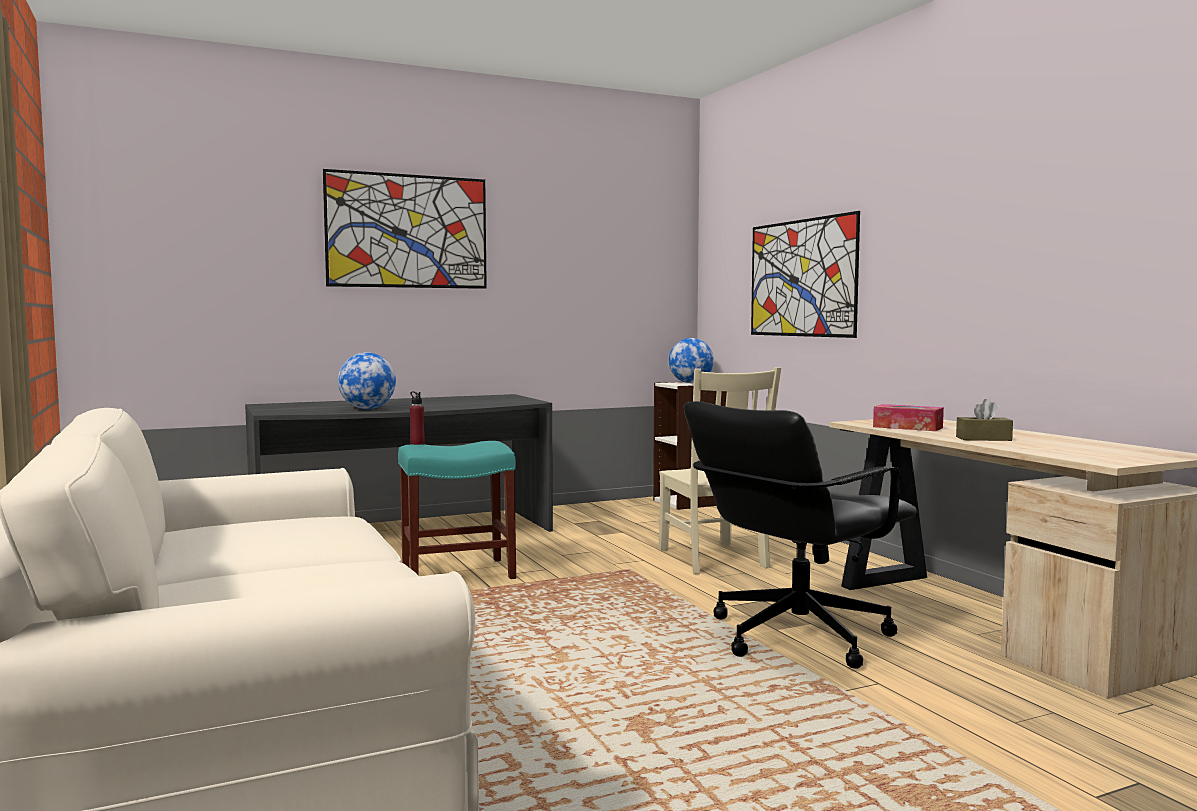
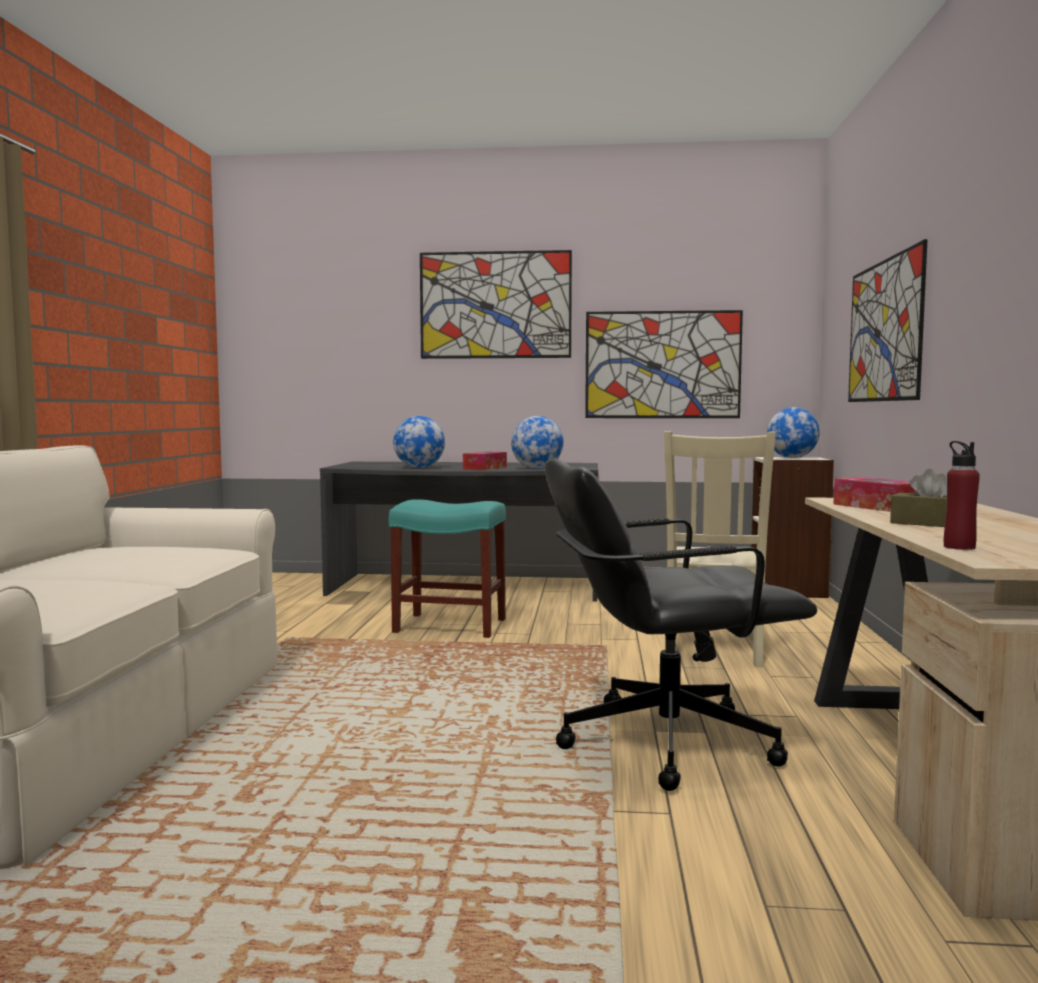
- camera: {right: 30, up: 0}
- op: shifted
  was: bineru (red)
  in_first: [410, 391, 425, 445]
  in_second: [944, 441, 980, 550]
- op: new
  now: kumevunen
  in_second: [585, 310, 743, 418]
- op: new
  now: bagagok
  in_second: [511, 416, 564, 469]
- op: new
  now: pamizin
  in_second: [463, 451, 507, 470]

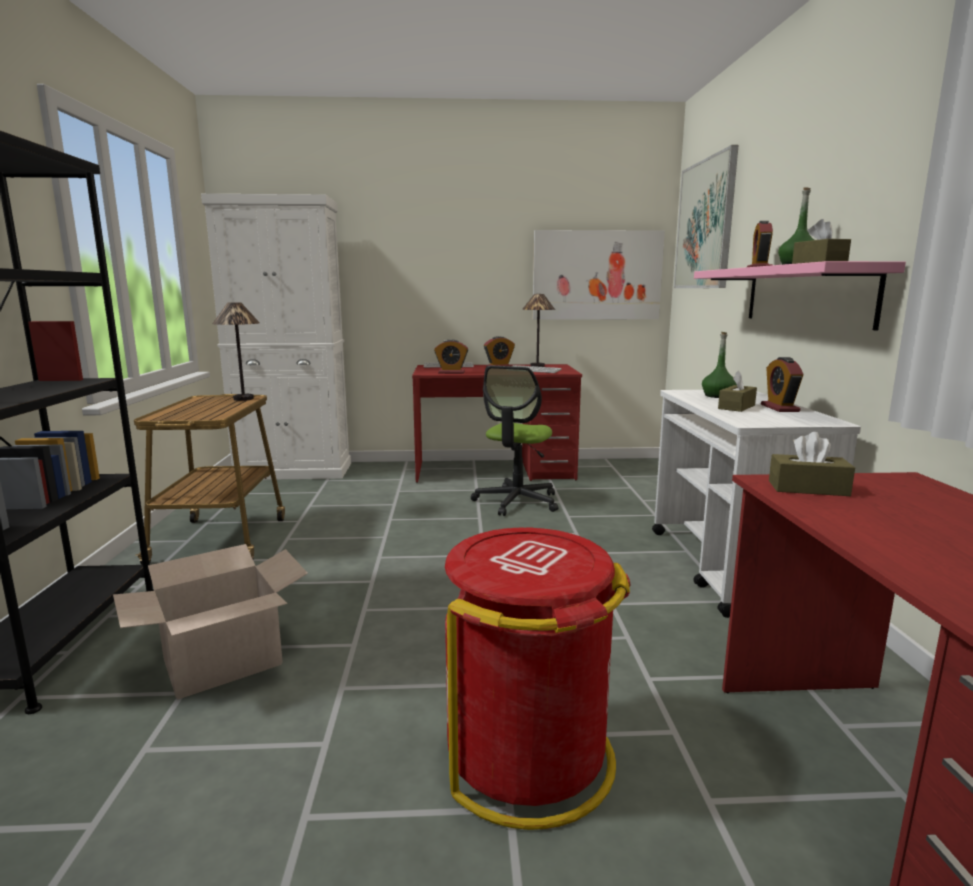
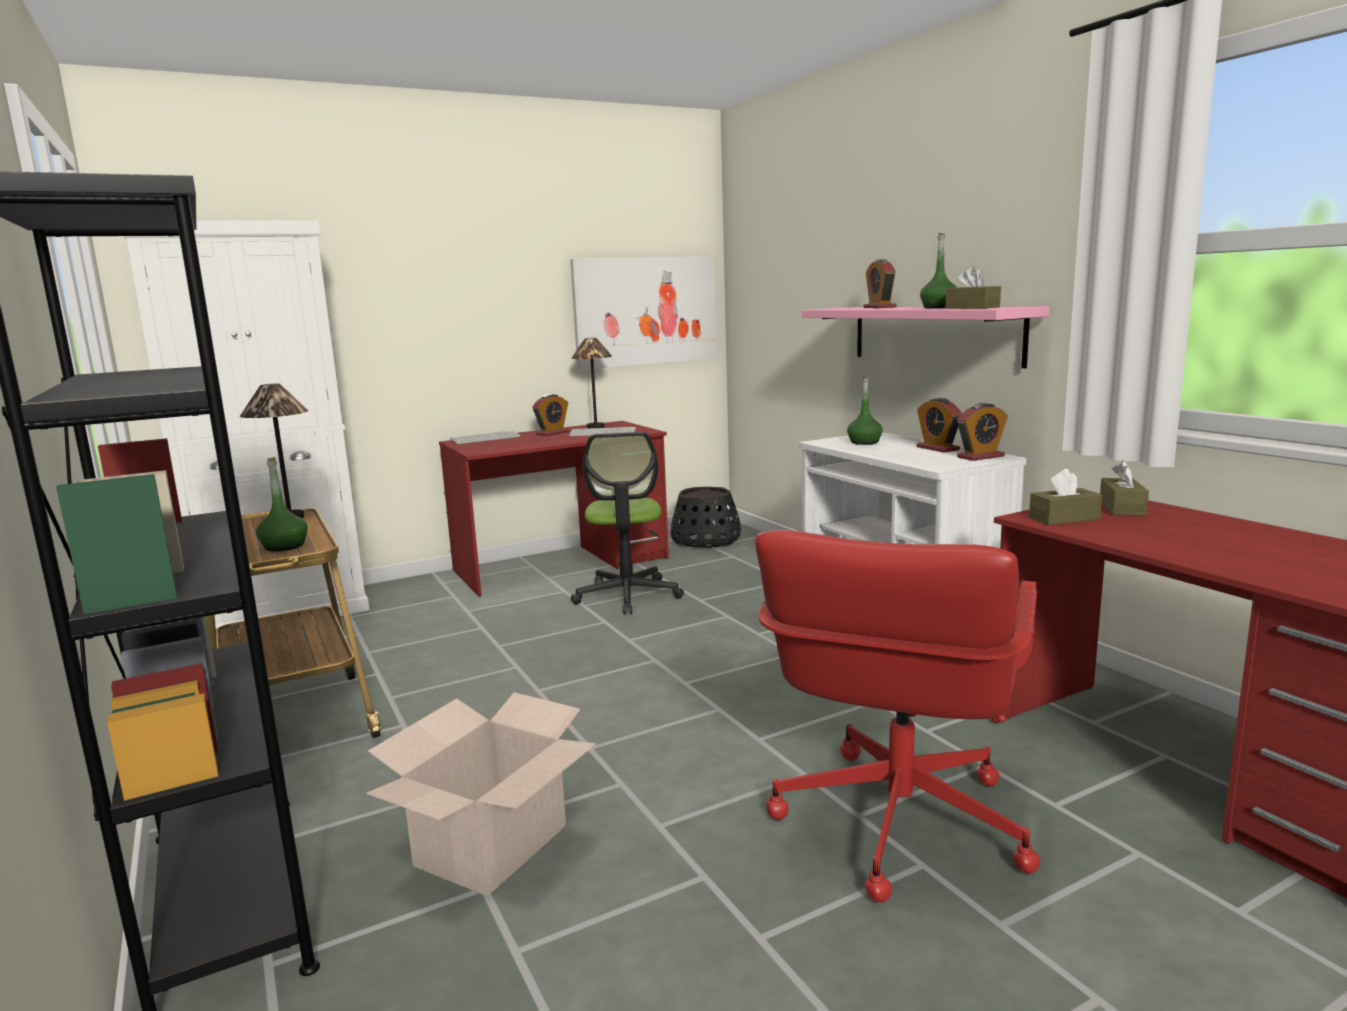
- camera: {right: -25, up: 0}
- op: gone
  was: kumevunen
  in_first: [674, 145, 739, 288]
- op: shifted
  was: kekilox
  in_first: [434, 339, 468, 374]
  in_second: [957, 403, 1008, 461]
- op: shifted
  was: pamizin (brown)
  in_first: [718, 370, 757, 412]
  in_second: [1100, 460, 1149, 516]
- op: swapped
  was: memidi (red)
  now: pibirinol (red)
  in_first: [445, 528, 631, 830]
  in_second: [755, 530, 1040, 903]
- op: new
  now: bineru (green)
  in_second: [256, 457, 308, 552]
- op: new
  now: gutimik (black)
  in_second: [671, 487, 741, 548]

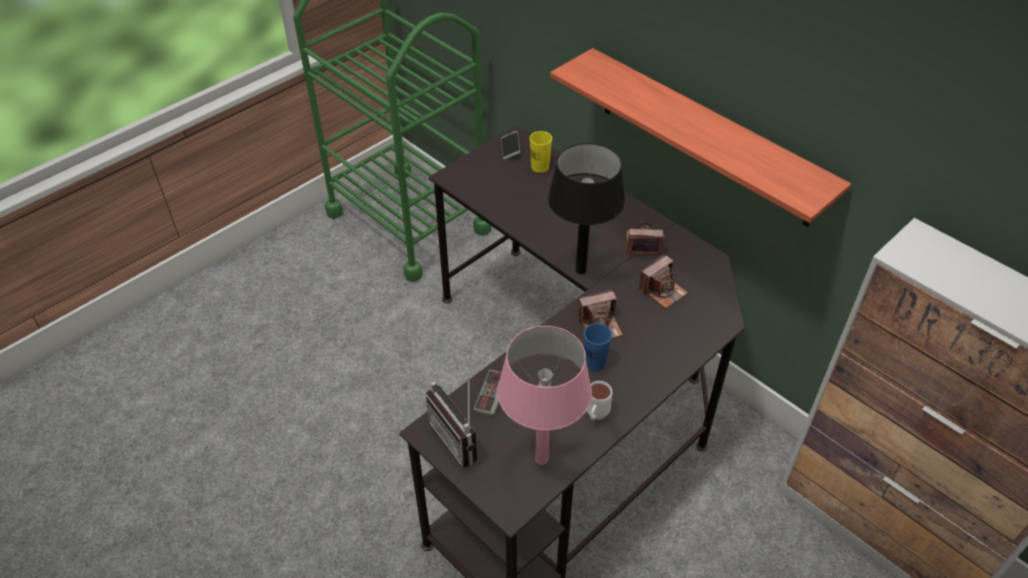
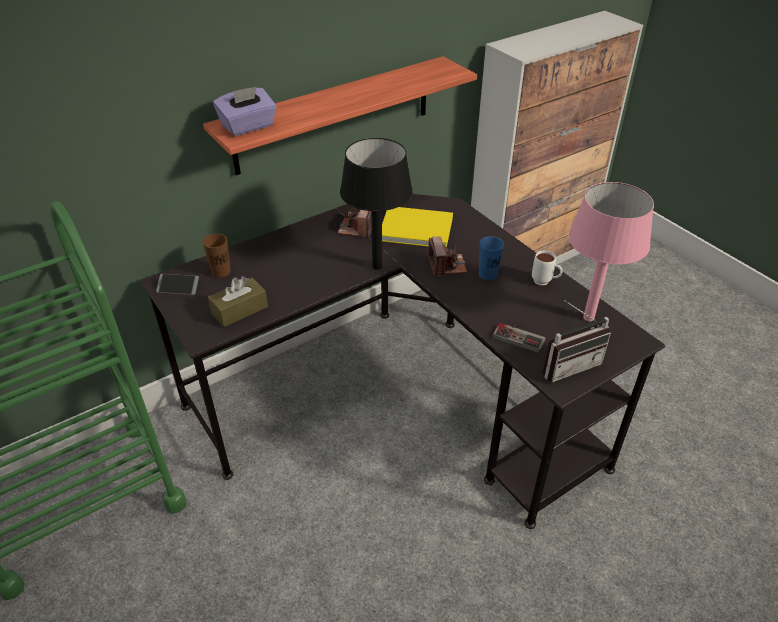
- camera: {right: -80, up: -5}
- op: repainted
  was: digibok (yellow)
  now: digibok (brown)
  in_first: [530, 131, 552, 173]
  in_second: [202, 234, 231, 277]
- op: swapped
  was: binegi
  now: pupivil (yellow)
  in_first: [639, 254, 688, 309]
  in_second: [382, 207, 453, 247]
- op: new
  now: pamizin (purple)
  in_second: [213, 87, 277, 136]
- op: new
  now: pamizin (brown)
  in_second: [208, 276, 268, 327]

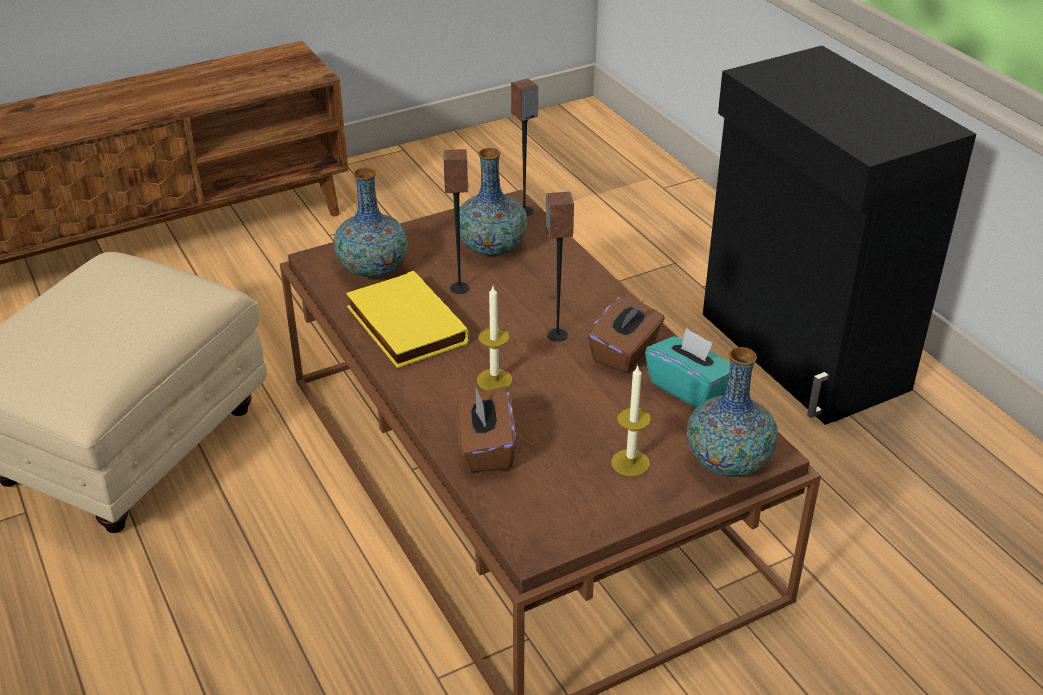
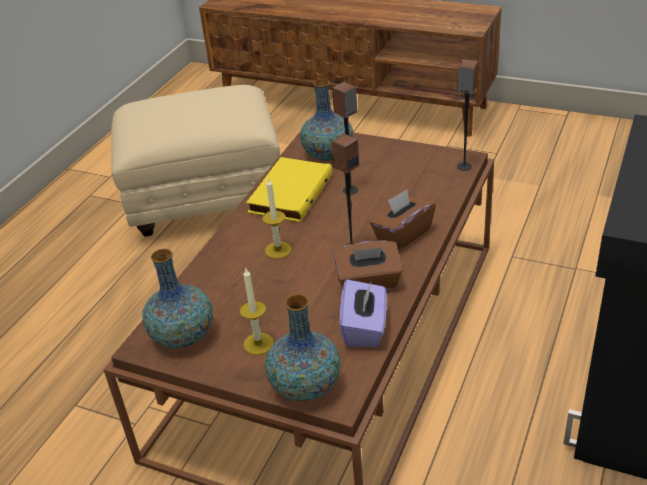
- camera: {right: 55, up: 0}
- op: shifted
  was: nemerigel
  in_first: [459, 148, 528, 256]
  in_second: [142, 249, 213, 348]
- op: repainted
  was: pamizin (turquoise)
  now: pamizin (purple)
  in_first: [645, 327, 730, 408]
  in_second: [339, 280, 387, 347]
- op: shifted
  was: pamizin (brown)
  in_first: [456, 386, 516, 472]
  in_second: [370, 189, 436, 250]

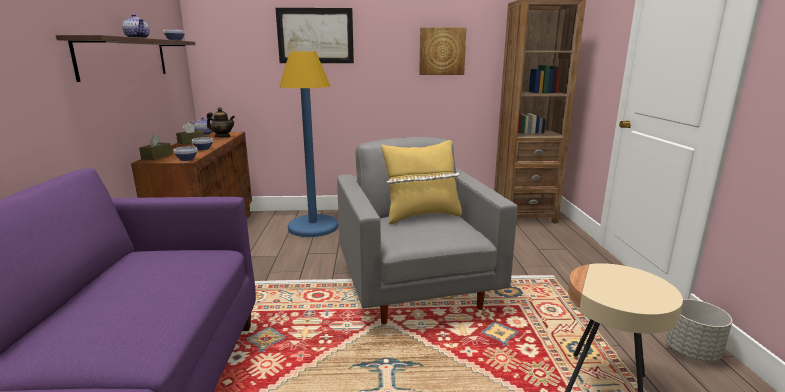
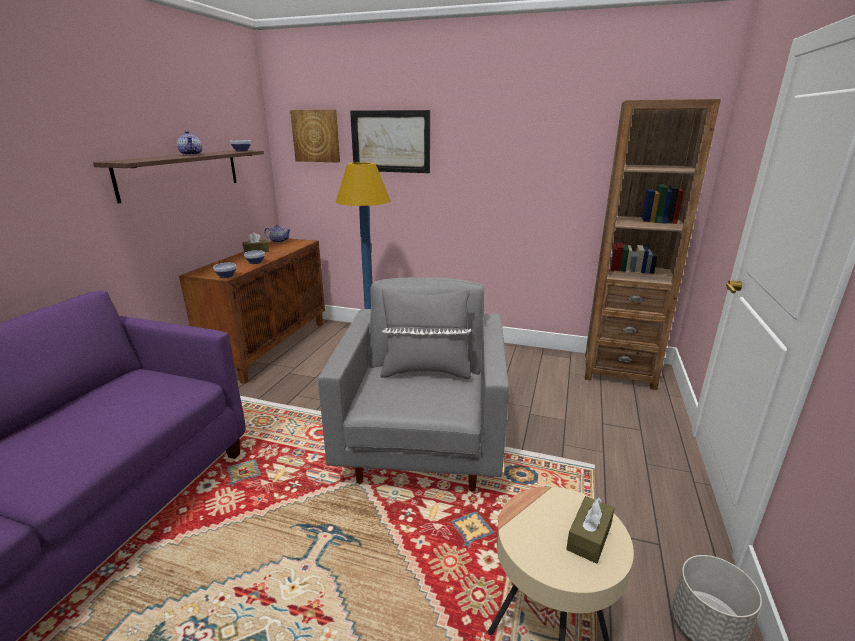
- camera: {right: 20, up: 5}
- op: shifted
  was: kumevunen
  in_first: [419, 28, 466, 75]
  in_second: [290, 110, 340, 162]
- op: gone
  was: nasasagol
  in_first: [207, 107, 235, 137]
- op: shifted
  was: pamizin (brown)
  in_first: [139, 134, 172, 160]
  in_second: [566, 496, 615, 564]
- op: repainted
  was: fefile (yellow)
  now: fefile (grey)
  in_first: [381, 140, 462, 224]
  in_second: [380, 288, 471, 379]

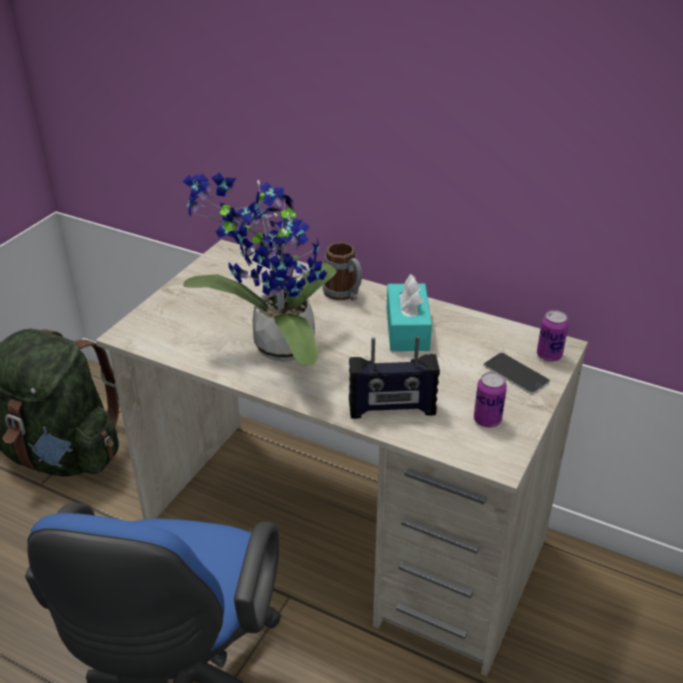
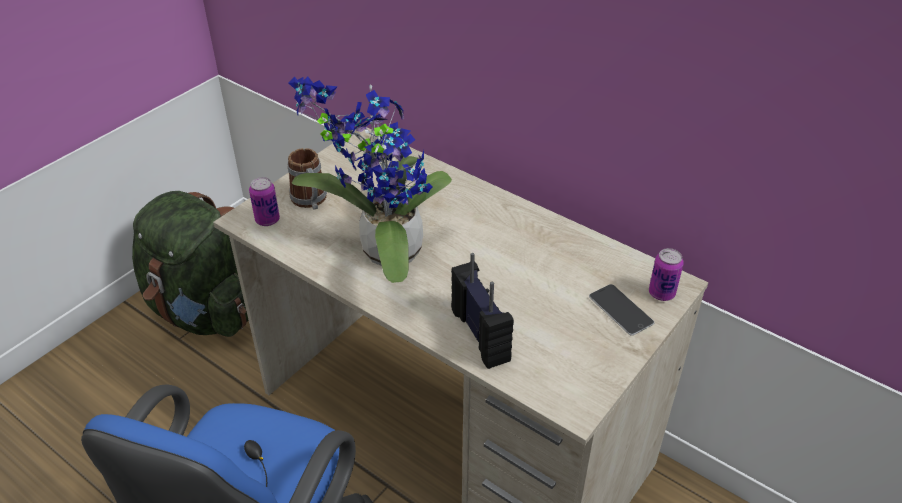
- camera: {right: 10, up: 5}
- op: shifted
  was: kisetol
  in_first: [323, 242, 362, 301]
  in_second: [288, 148, 327, 210]
- op: gone
  was: pamizin (turquoise)
  in_first: [387, 274, 432, 351]
- op: rotated
  was: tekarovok
  in_first: [349, 336, 440, 419]
  in_second: [451, 253, 514, 369]
  clockwise: -120
- op: shifted
  was: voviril
  in_first: [474, 372, 507, 428]
  in_second: [249, 177, 280, 226]

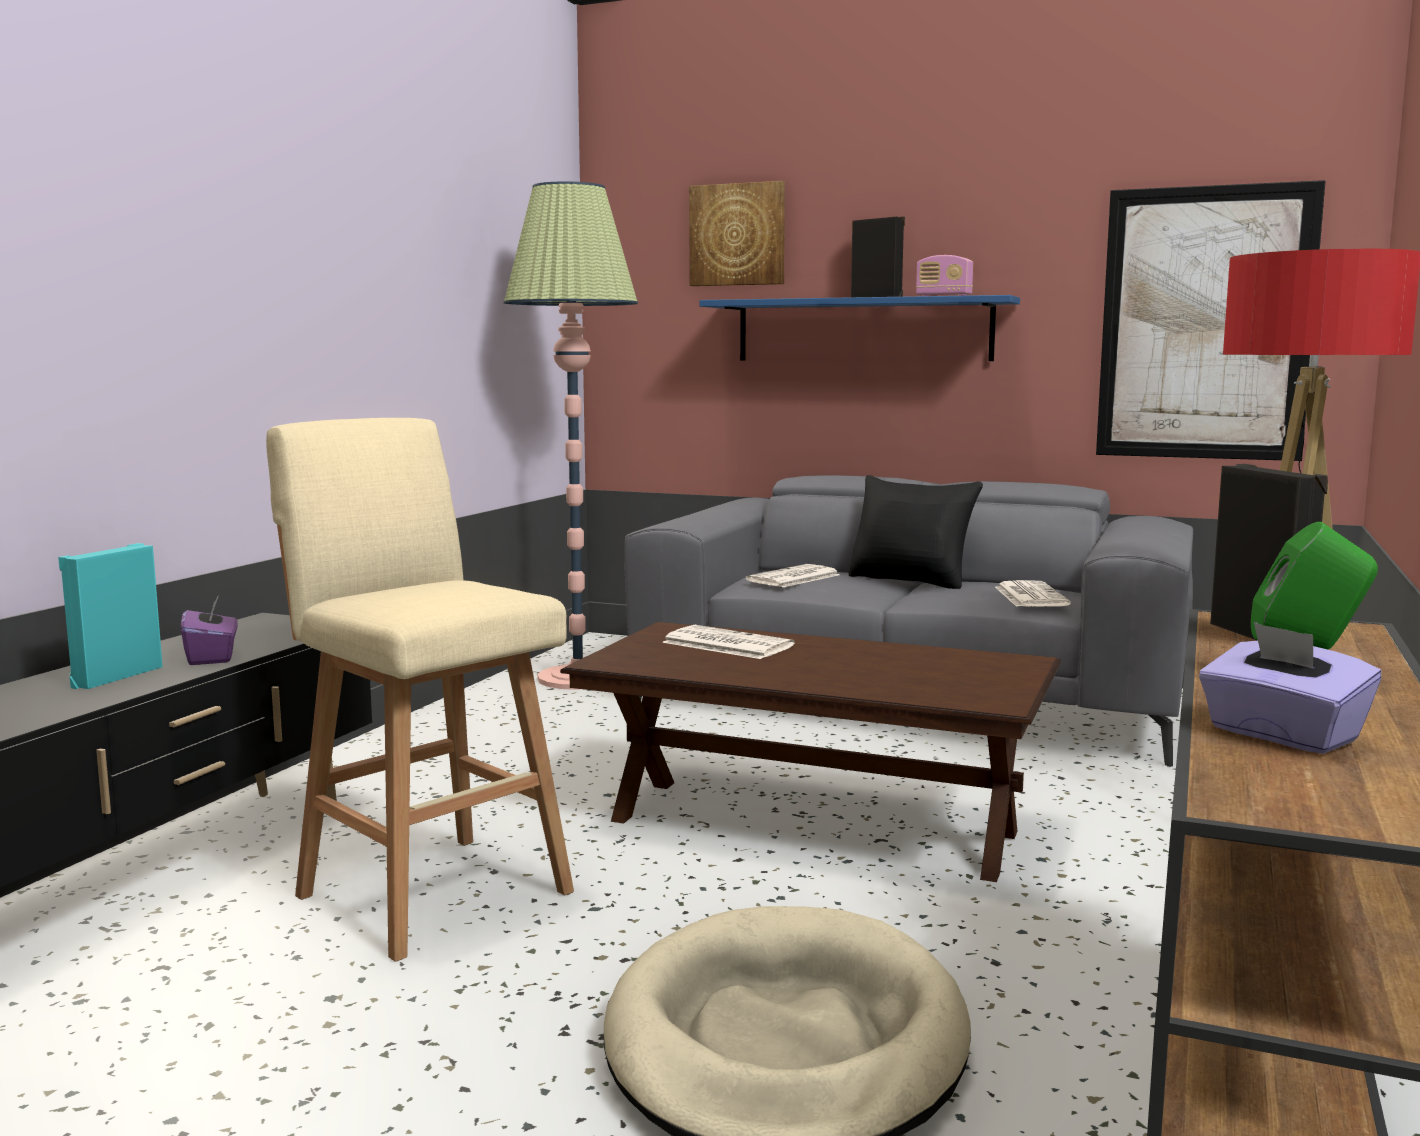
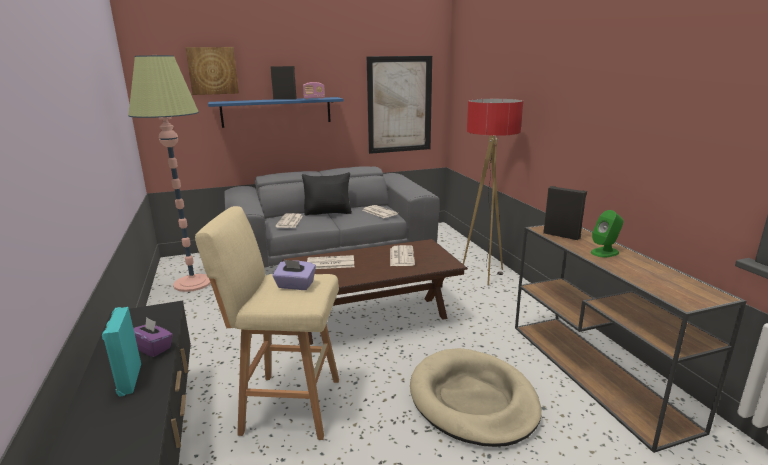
- camera: {right: -40, up: 10}
- op: shifted
  was: pamizin (purple)
  in_first: [1199, 622, 1381, 754]
  in_second: [273, 260, 316, 290]
- op: new
  now: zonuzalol
  in_second: [390, 245, 415, 266]

